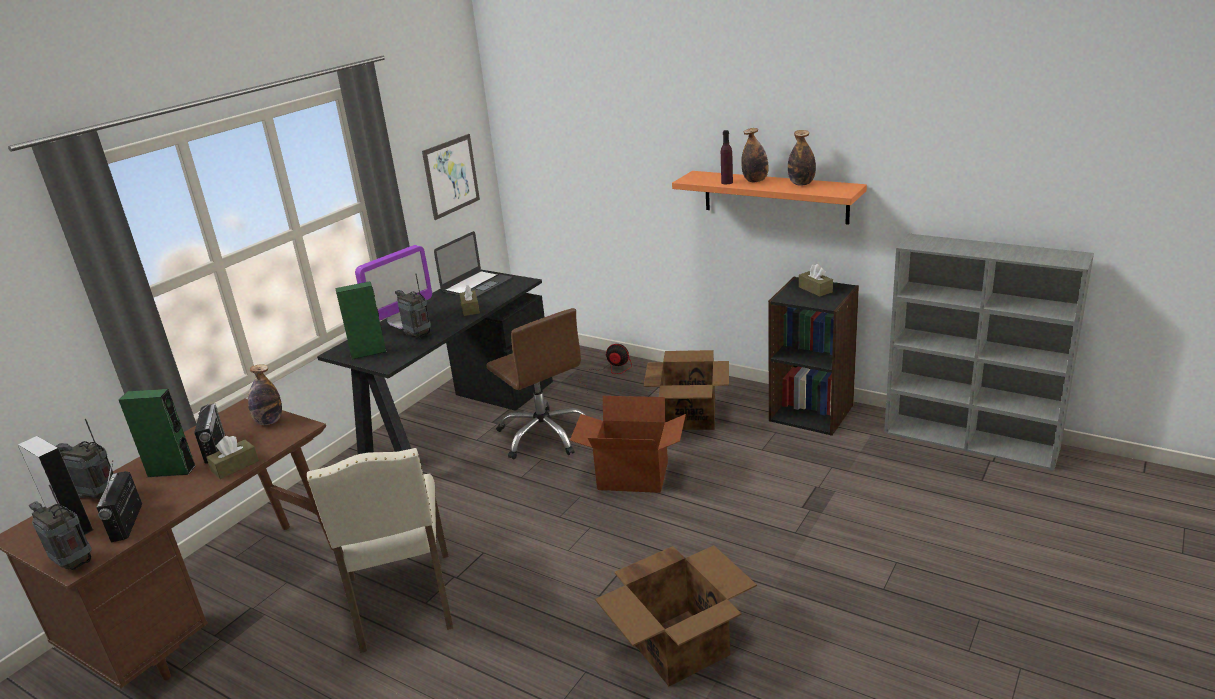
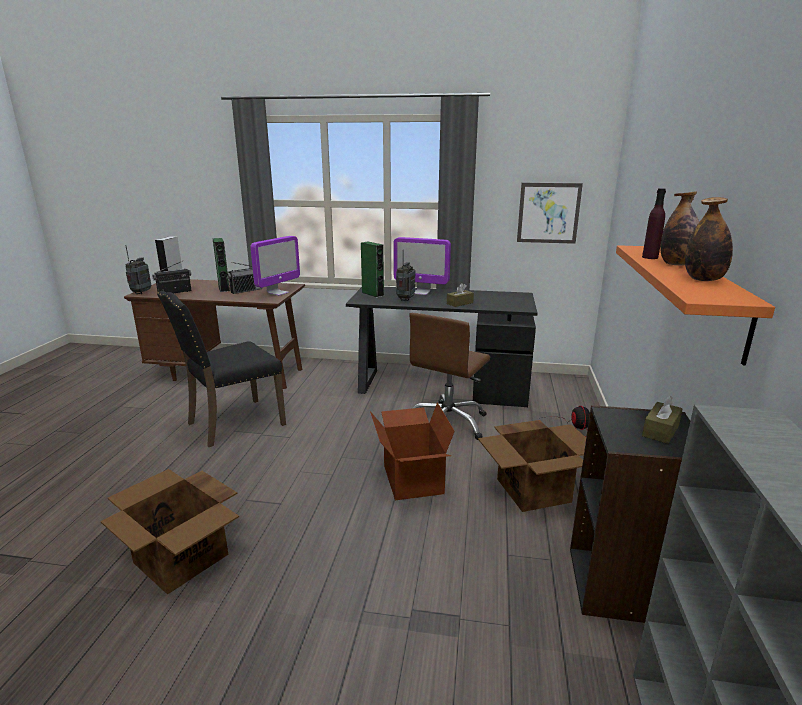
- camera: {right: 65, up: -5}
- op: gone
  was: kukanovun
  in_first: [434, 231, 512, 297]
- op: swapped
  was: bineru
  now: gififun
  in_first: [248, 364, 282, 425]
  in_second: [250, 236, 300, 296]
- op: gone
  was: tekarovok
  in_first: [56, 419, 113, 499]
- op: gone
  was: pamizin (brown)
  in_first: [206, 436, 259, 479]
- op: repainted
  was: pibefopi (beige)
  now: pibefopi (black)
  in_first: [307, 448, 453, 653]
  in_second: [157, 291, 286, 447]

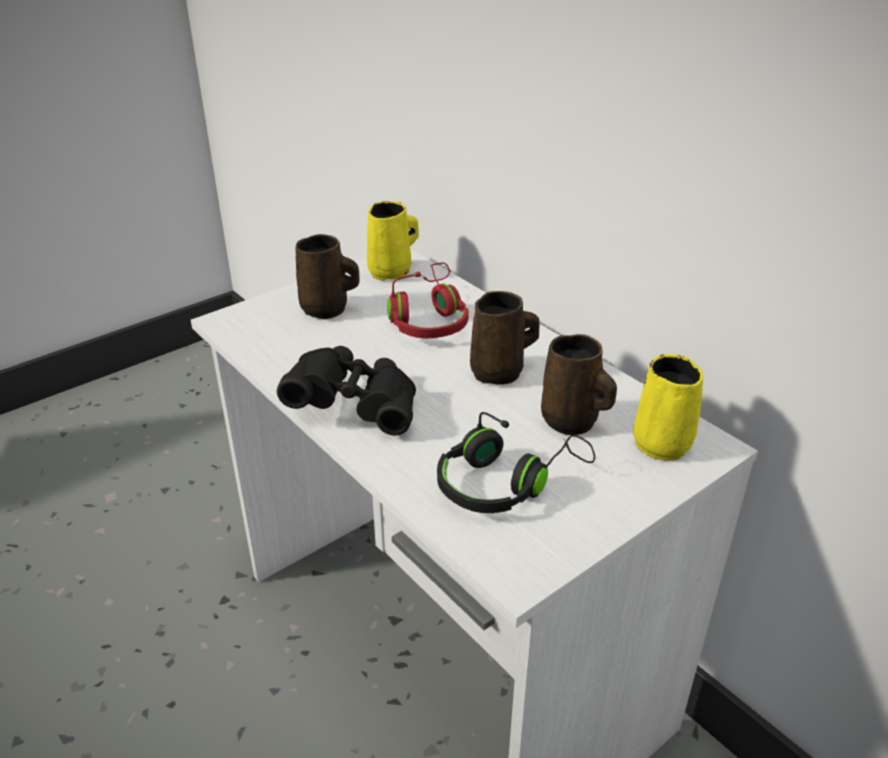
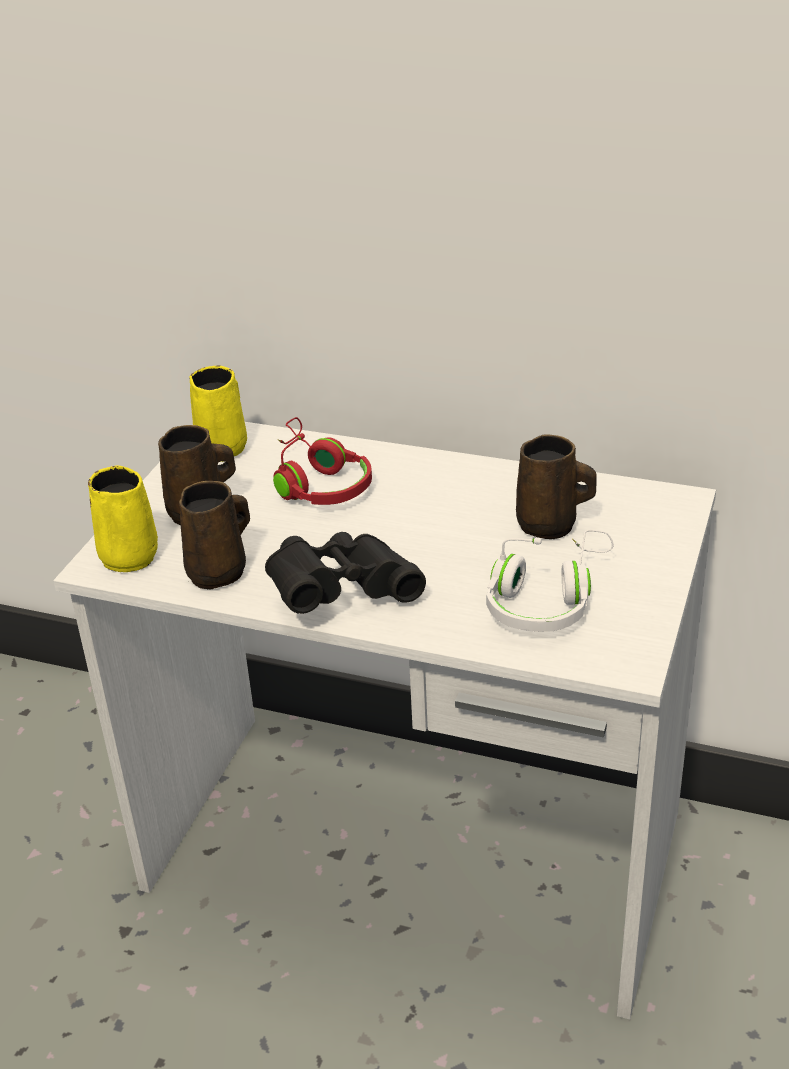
- camera: {right: -30, up: 0}
- op: shifted
  was: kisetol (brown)
  in_first: [470, 291, 540, 385]
  in_second: [179, 481, 250, 590]
- op: shifted
  was: kisetol (yellow)
  in_first: [633, 354, 703, 461]
  in_second: [88, 466, 158, 572]
- op: repainted
  was: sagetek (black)
  now: sagetek (white)
  in_first: [437, 412, 595, 513]
  in_second: [486, 530, 614, 632]

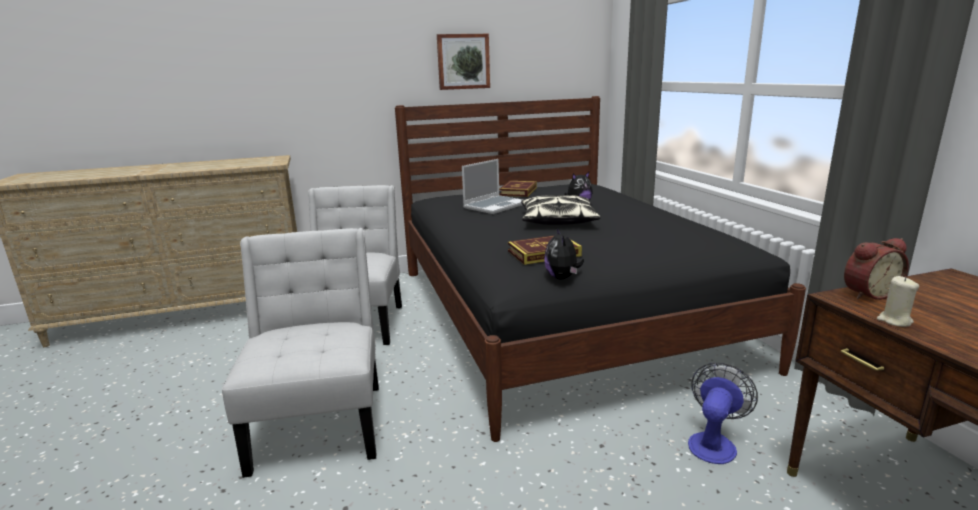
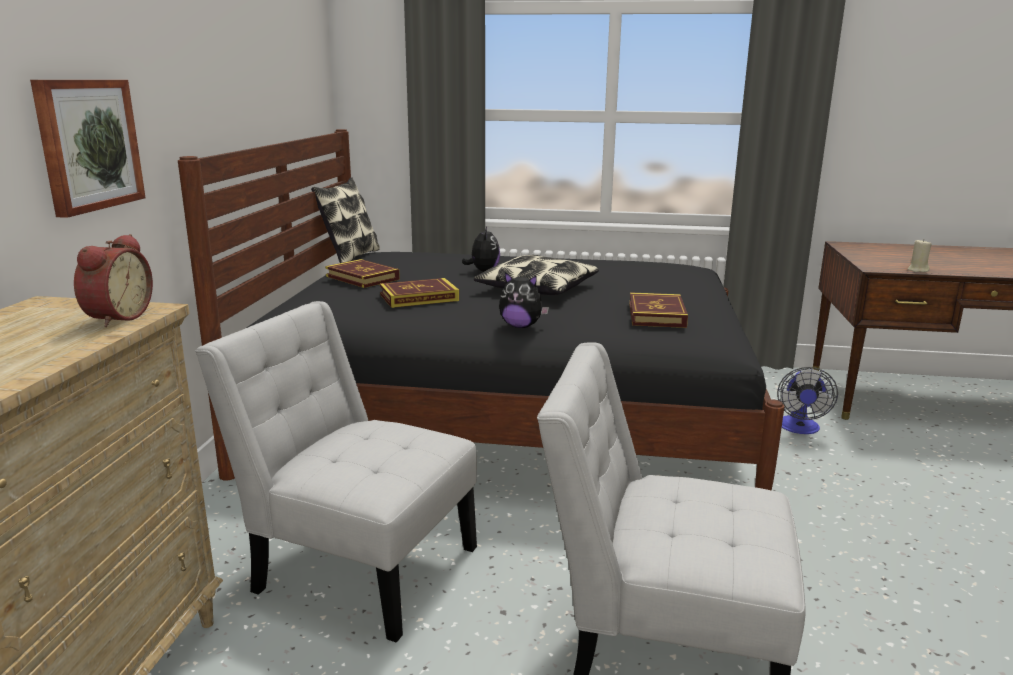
- camera: {right: -65, up: 0}
- op: shifted
  was: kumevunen
  in_first: [437, 34, 490, 90]
  in_second: [30, 80, 146, 218]
- op: swapped
  was: kukanovun
  now: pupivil
  in_first: [462, 159, 523, 214]
  in_second: [380, 278, 459, 308]
- op: shifted
  was: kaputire
  in_first: [544, 228, 584, 279]
  in_second: [499, 272, 549, 328]
- op: shifted
  was: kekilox
  in_first: [844, 238, 909, 300]
  in_second: [74, 234, 153, 327]
- op: rotated
  was: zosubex
  in_first: [688, 362, 758, 464]
  in_second: [777, 367, 838, 434]
  clockwise: -135
- op: new
  now: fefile
  in_second: [311, 178, 380, 263]

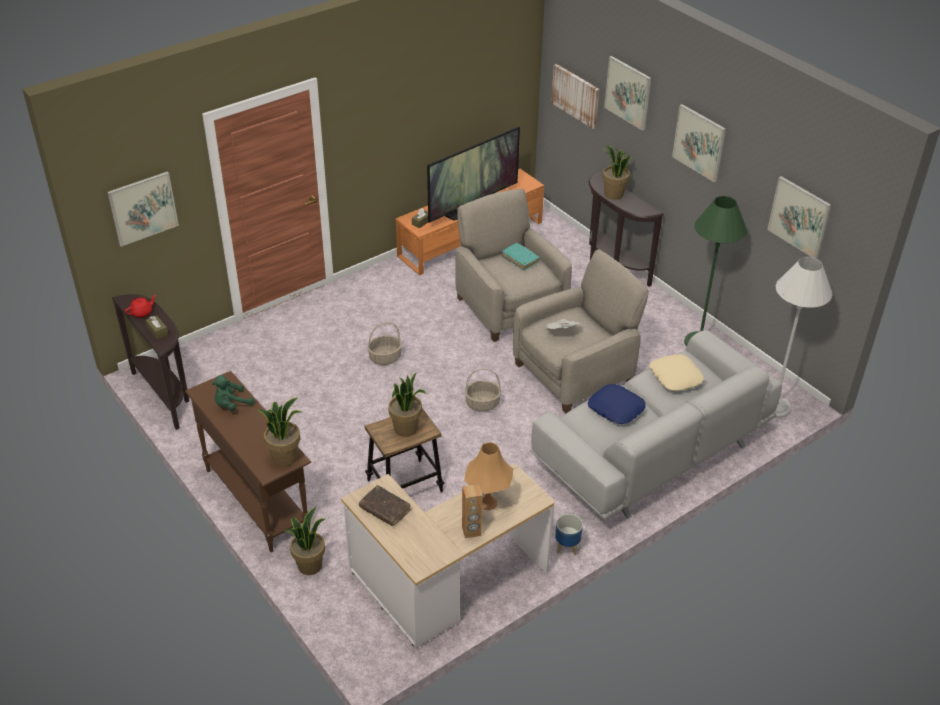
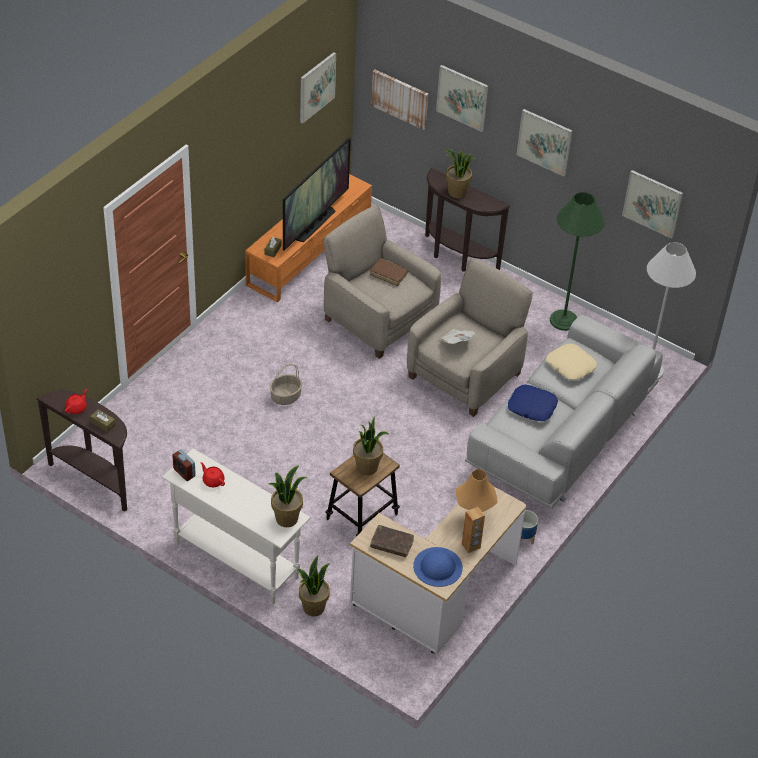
- camera: {right: -20, up: 5}
- op: shifted
  was: kumevunen
  in_first: [108, 172, 179, 247]
  in_second: [300, 52, 336, 123]
- op: repainted
  was: pupivil (turquoise)
  now: pupivil (brown)
  in_first: [502, 243, 540, 271]
  in_second: [370, 258, 408, 286]
- op: gone
  was: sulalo
  in_first: [465, 369, 501, 412]
- op: repainted
  was: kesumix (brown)
  now: kesumix (white)
  in_first: [185, 371, 311, 552]
  in_second: [162, 448, 311, 604]
- op: swapped
  was: kaputire (green)
  now: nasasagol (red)
  in_first: [212, 375, 254, 411]
  in_second: [201, 462, 225, 487]
- op: new
  now: kekilox
  in_second: [172, 449, 196, 481]
- op: new
  now: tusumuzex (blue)
  in_second: [413, 547, 463, 587]

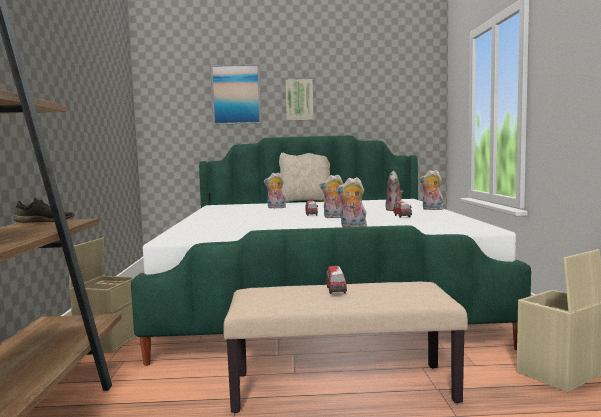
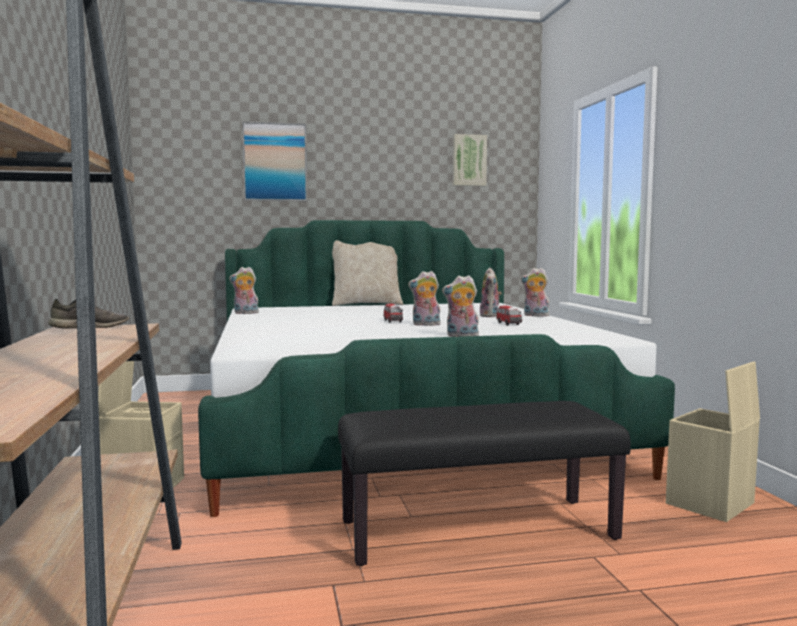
- camera: {right: -10, up: 0}
- op: shifted
  was: kumevunen
  in_first: [285, 79, 314, 121]
  in_second: [453, 134, 487, 186]
- op: shifted
  was: kaputire
  in_first: [264, 172, 286, 209]
  in_second: [229, 267, 259, 314]
- op: gone
  was: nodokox
  in_first: [326, 266, 347, 294]
- op: repainted
  was: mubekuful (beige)
  now: mubekuful (black)
  in_first: [223, 281, 468, 413]
  in_second: [338, 401, 631, 566]

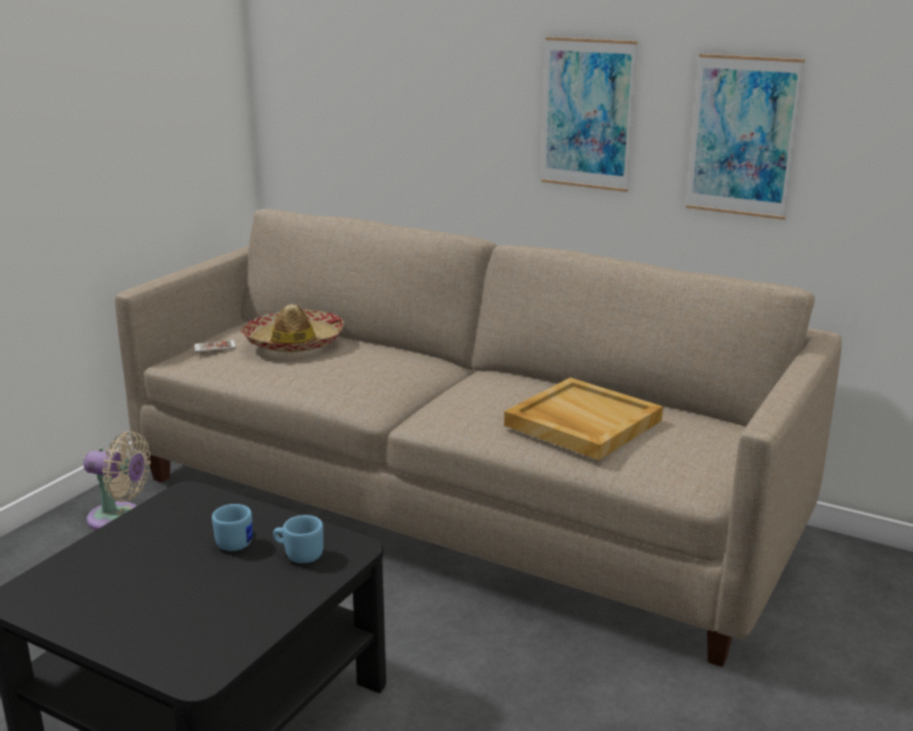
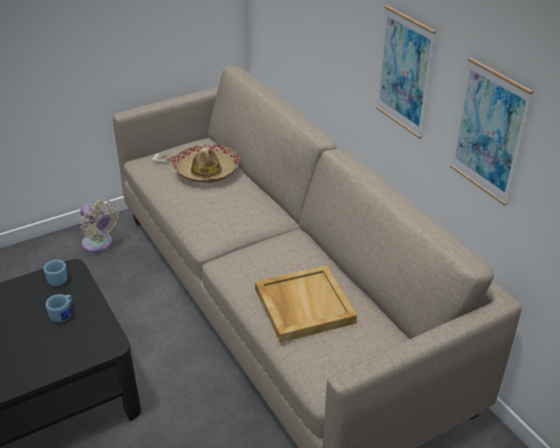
- camera: {right: 30, up: 15}
- op: shifted
  was: kisetol (blue)
  in_first: [273, 515, 323, 563]
  in_second: [44, 260, 68, 286]

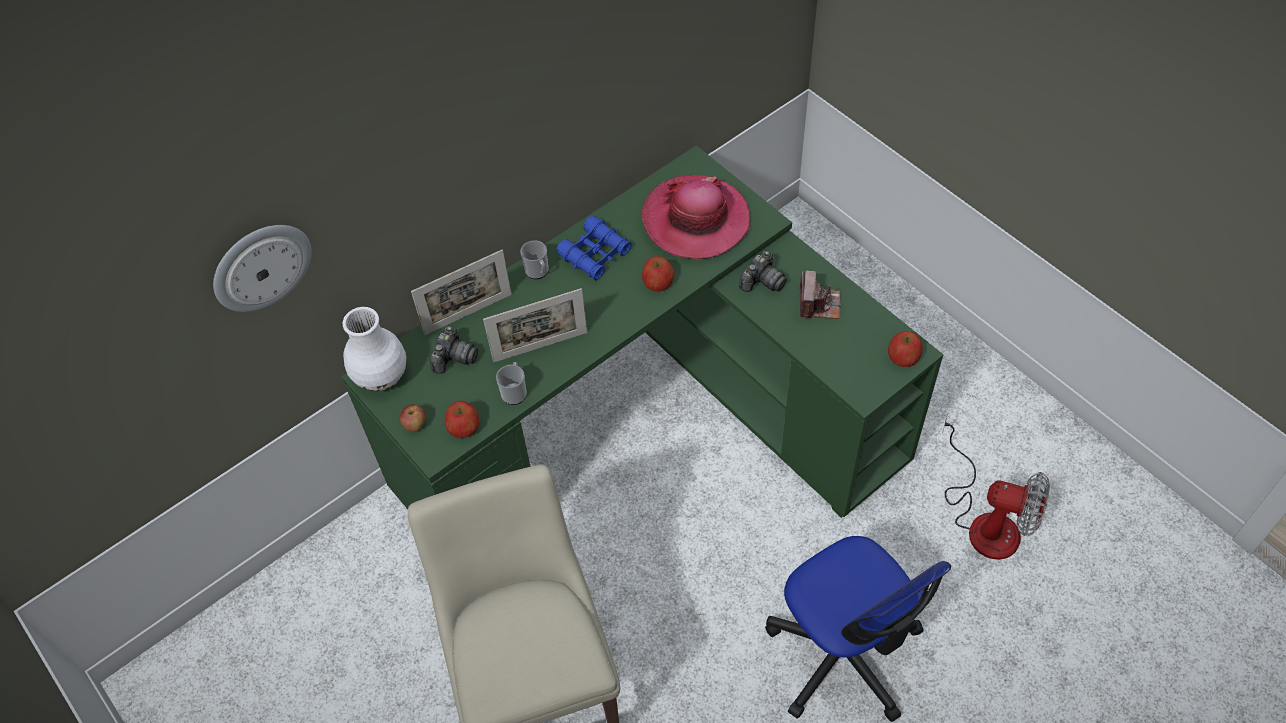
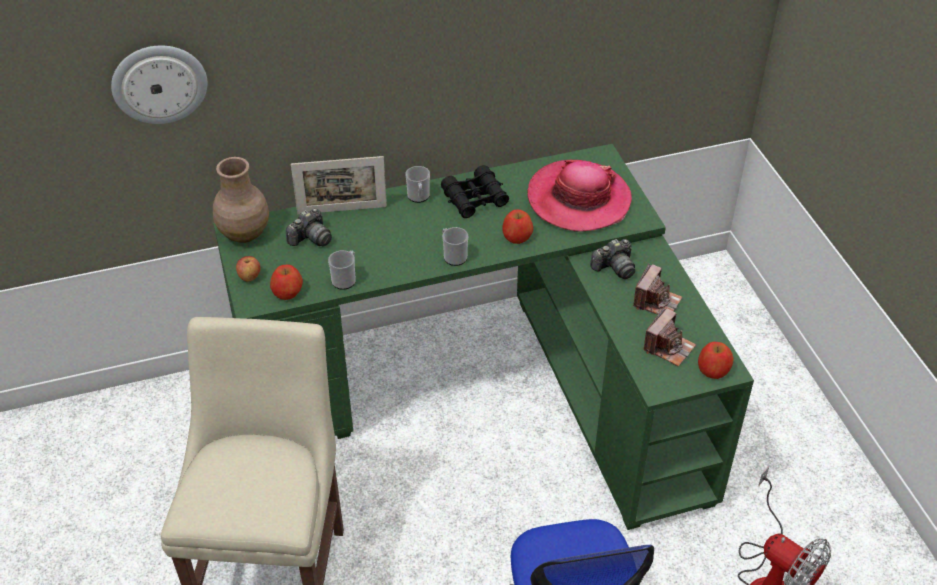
- camera: {right: 20, up: -10}
- op: repainted
  was: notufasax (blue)
  now: notufasax (black)
  in_first: [556, 216, 632, 280]
  in_second: [441, 165, 509, 218]
- op: gone
  was: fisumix
  in_first: [483, 288, 588, 362]
- op: repainted
  was: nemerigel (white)
  now: nemerigel (brown)
  in_first: [343, 307, 406, 391]
  in_second: [213, 157, 269, 243]
- op: new
  now: kisetol
  in_second: [442, 227, 468, 266]
- op: new
  now: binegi
  in_second: [643, 307, 696, 366]

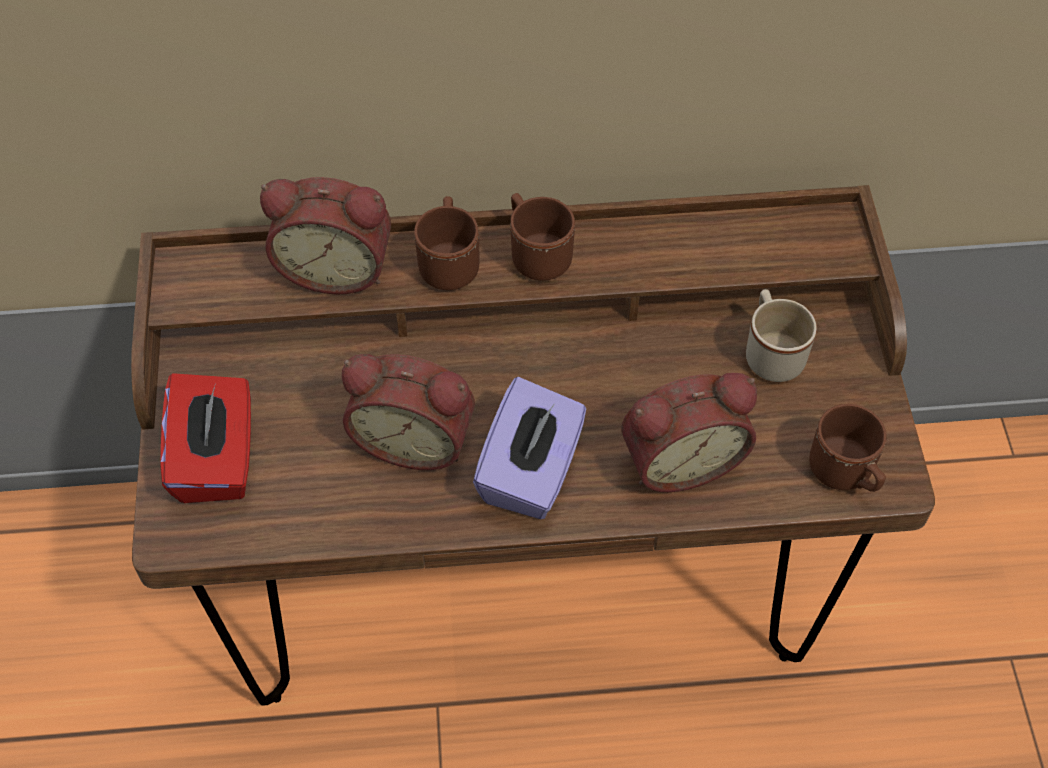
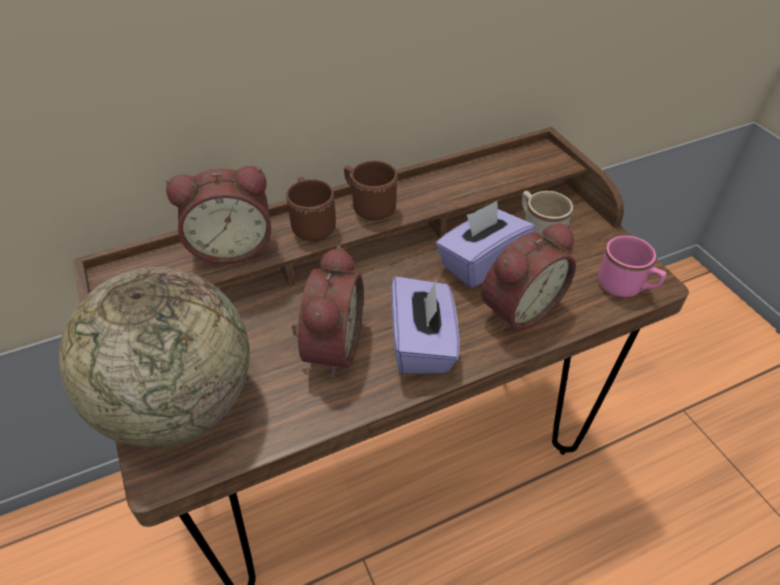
- camera: {right: -20, up: -10}
- op: rotated
  was: kekilox
  in_first: [342, 354, 475, 470]
  in_second: [291, 245, 364, 378]
  clockwise: -75
- op: swapped
  was: pamizin (red)
  now: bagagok
  in_first: [160, 373, 251, 503]
  in_second: [59, 267, 250, 447]
- op: repainted
  was: kisetol (brown)
  now: kisetol (pink)
  in_first: [809, 404, 887, 492]
  in_second: [598, 236, 666, 297]
- op: new
  now: pamizin (purple)
  in_second: [436, 201, 535, 288]

